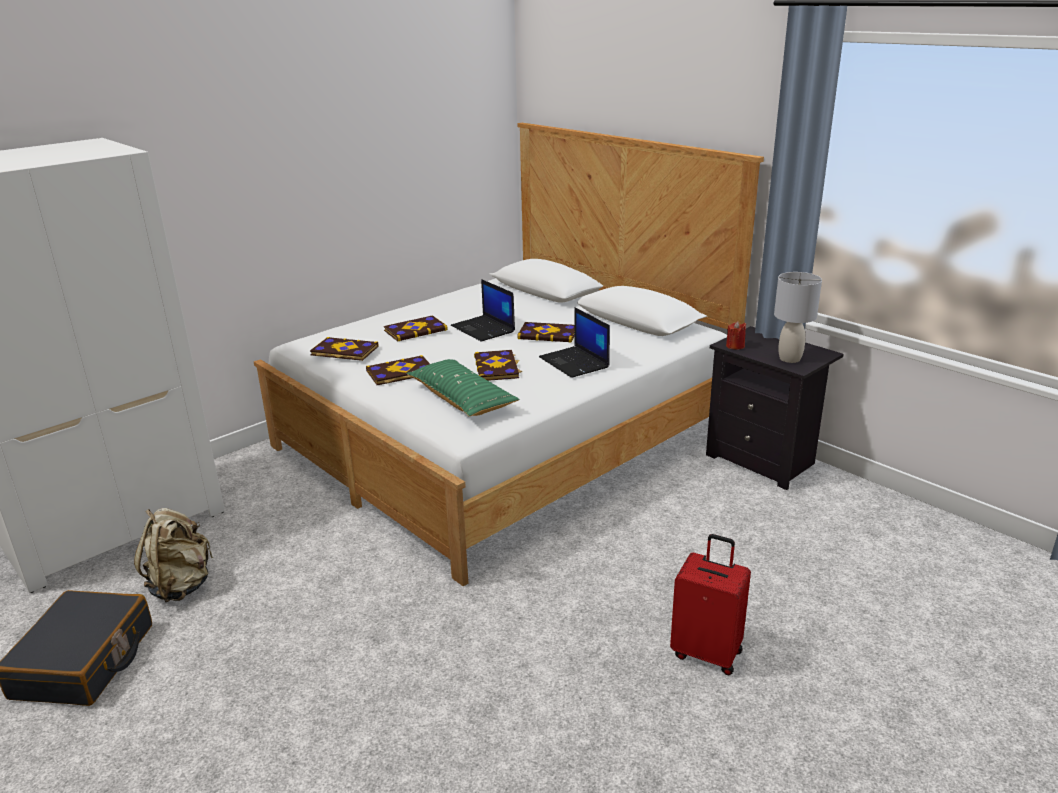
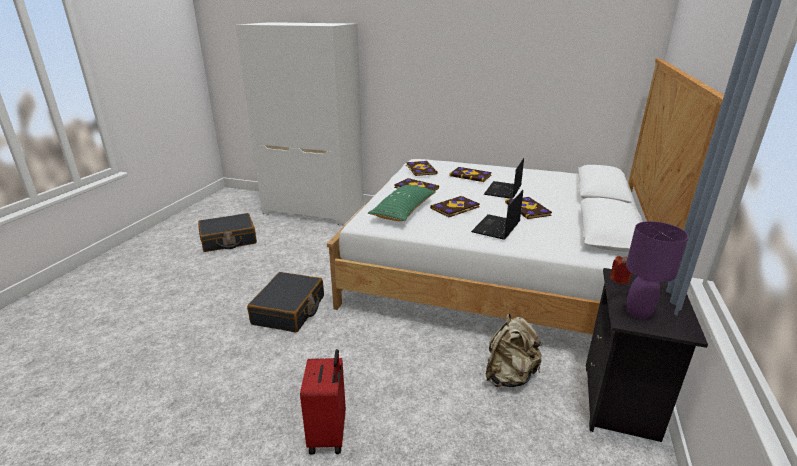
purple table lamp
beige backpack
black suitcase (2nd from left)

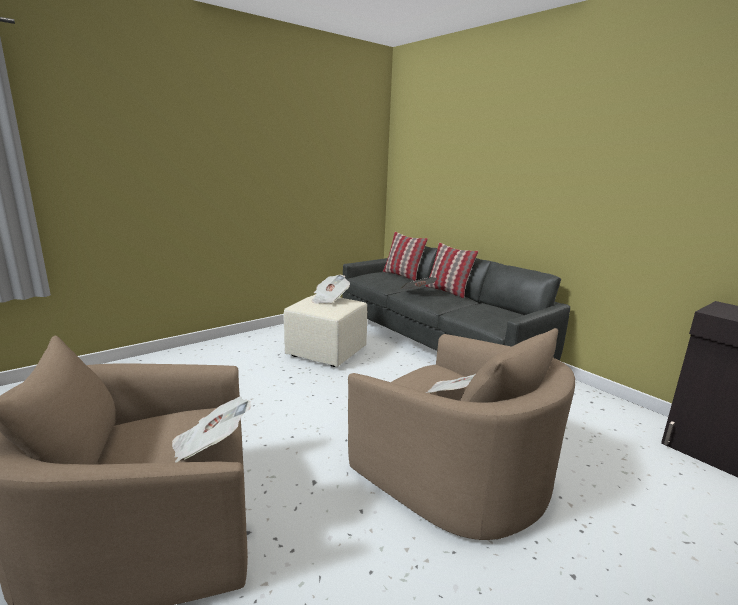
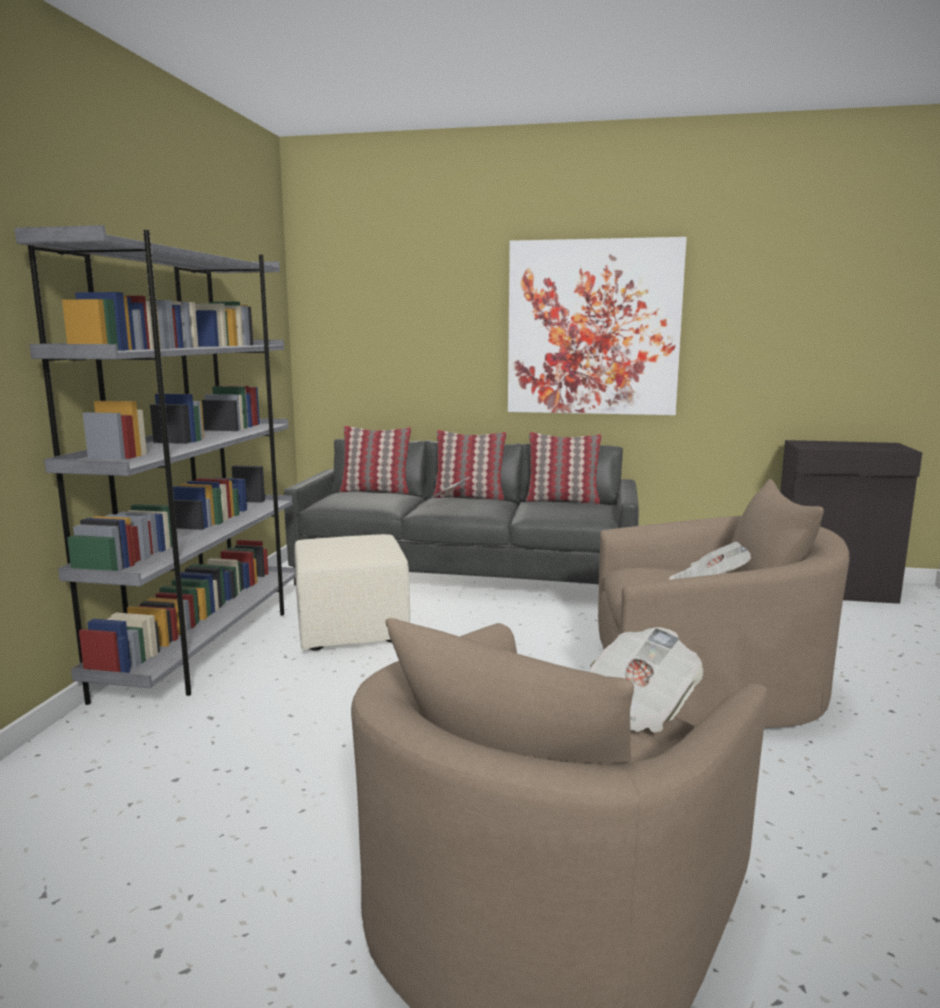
newspaper (2nd from left in the first image)
grey bookcase
picture
pillow (3rd from left)

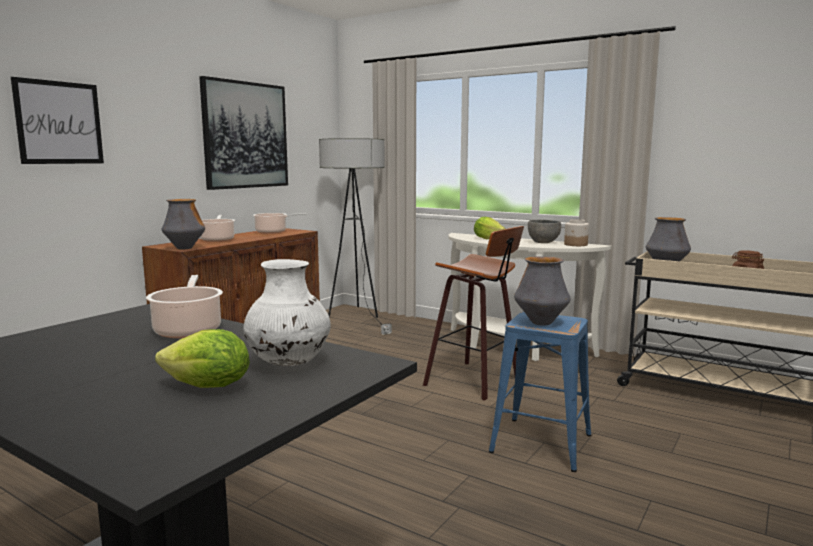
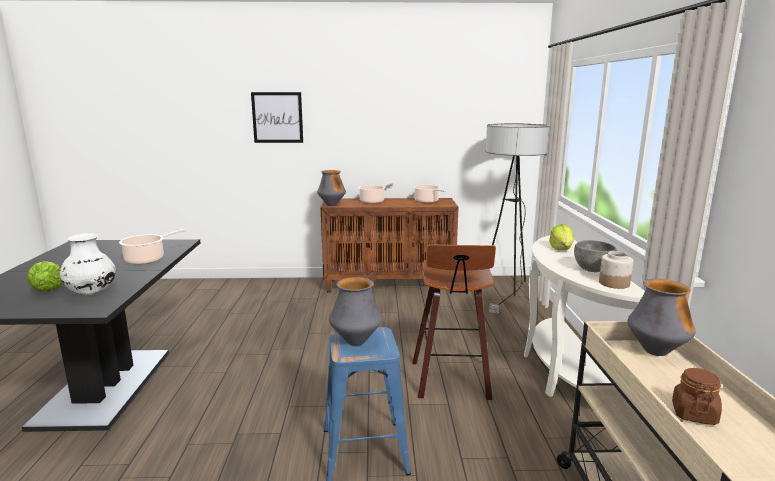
picture (2nd from left in the first image)

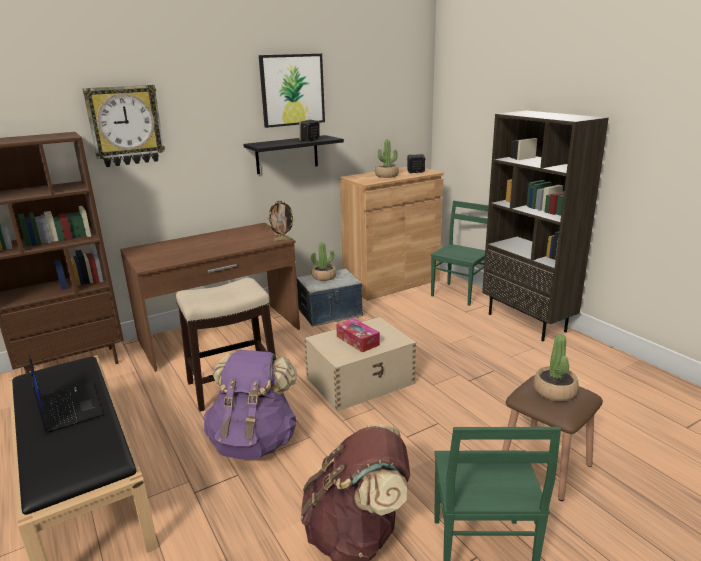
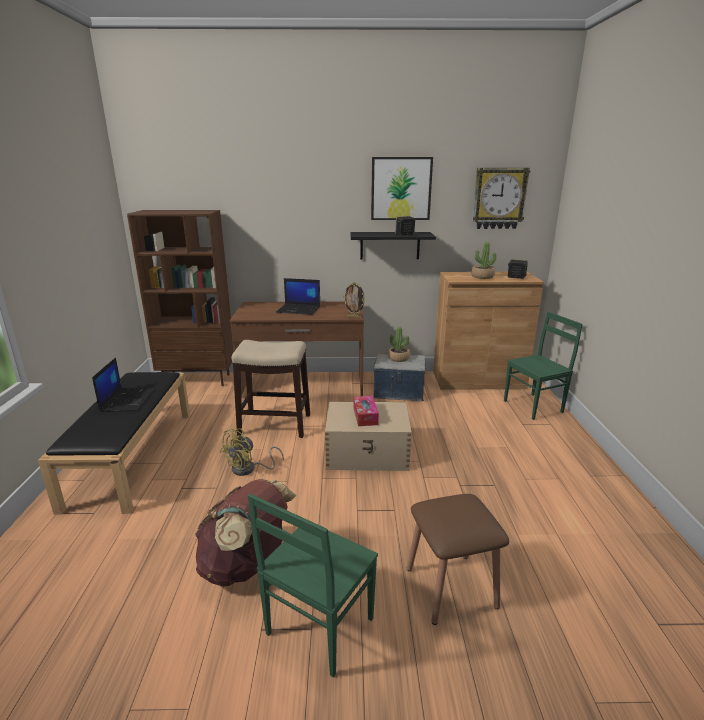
wall clock
brown bookcase (2nd from left in the first image)
potted plant (3rd from left in the first image)
yellow fan
laptop (2nd from left)

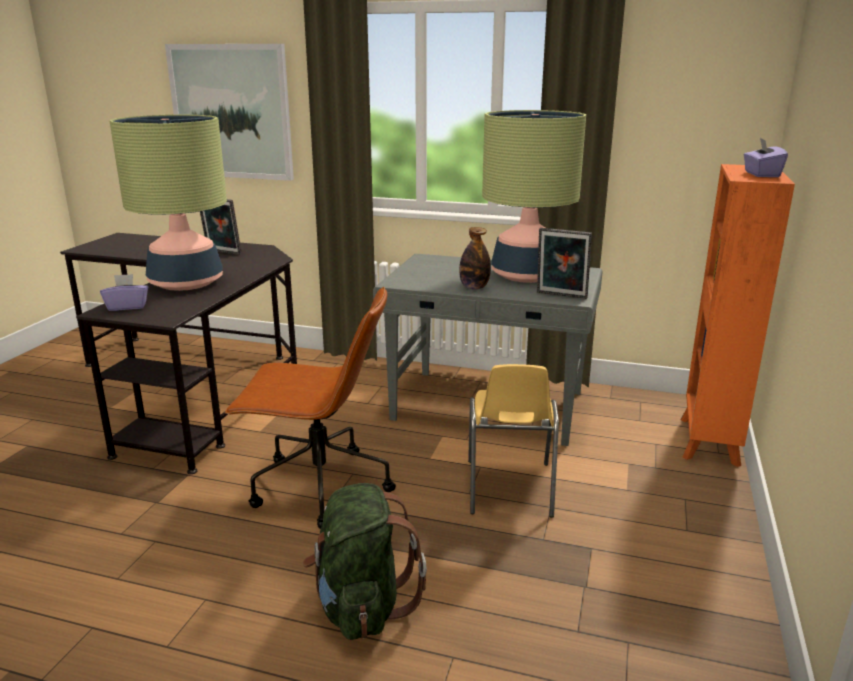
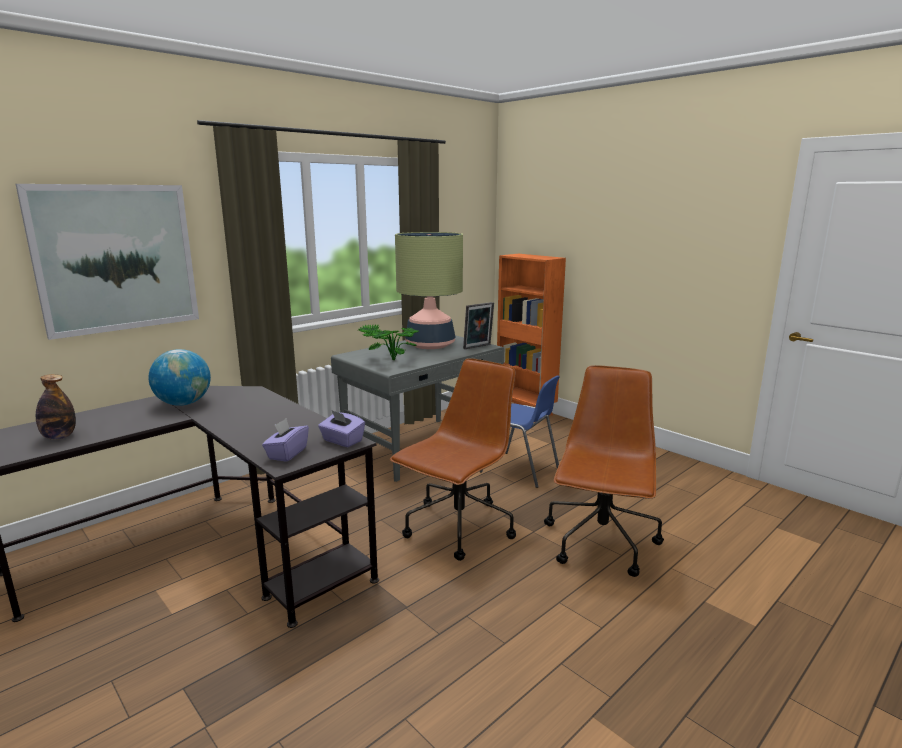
table lamp (1st from left in the first image)
purple tissue box (2nd from left)
globe
bottle
blue chair
brown office chair (2nd from left)
potted plant

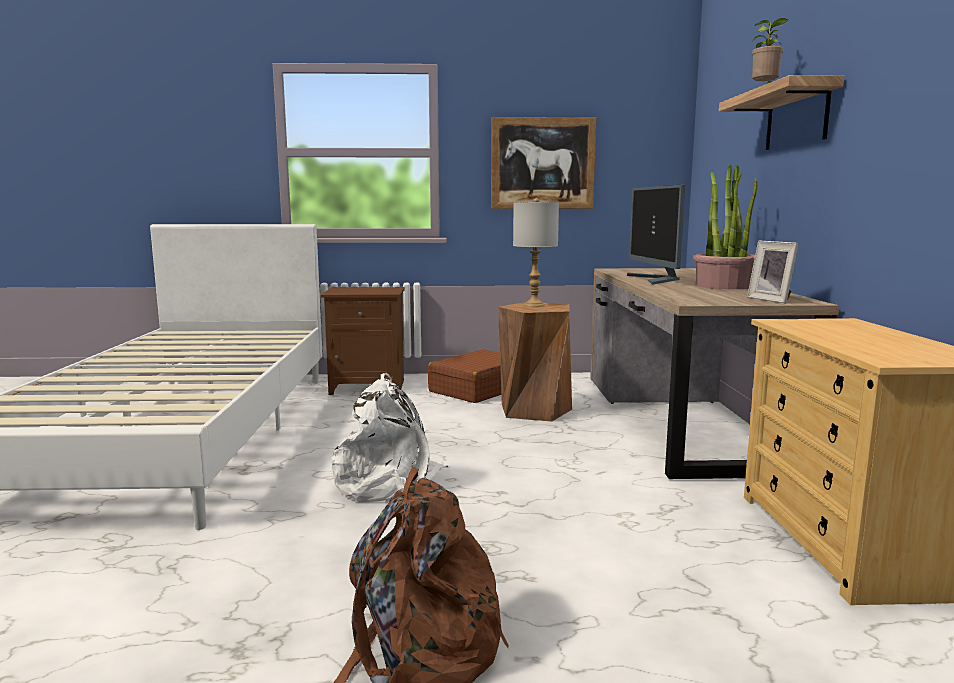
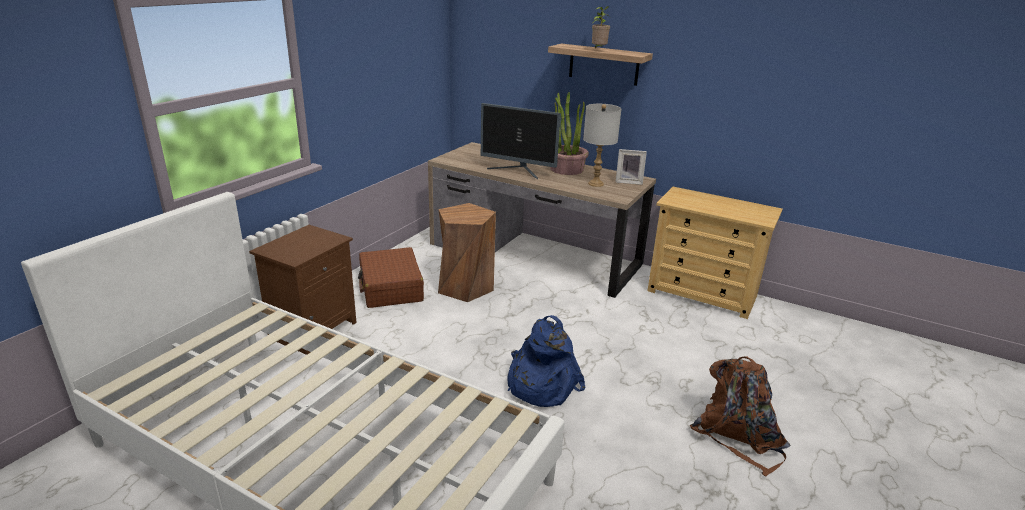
picture
grey table lamp
blue backpack

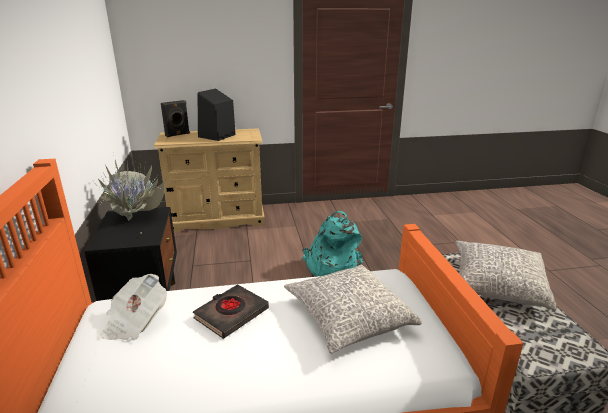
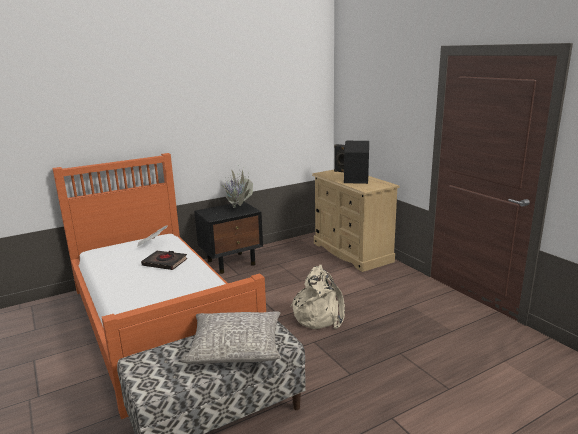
beige backpack
grey pillow (1st from left in the first image)

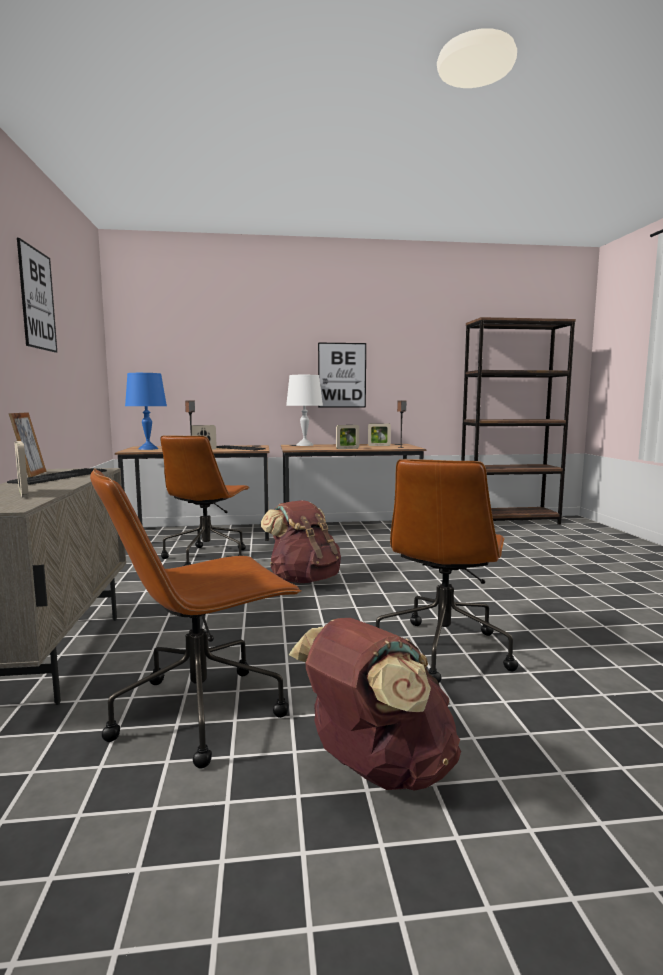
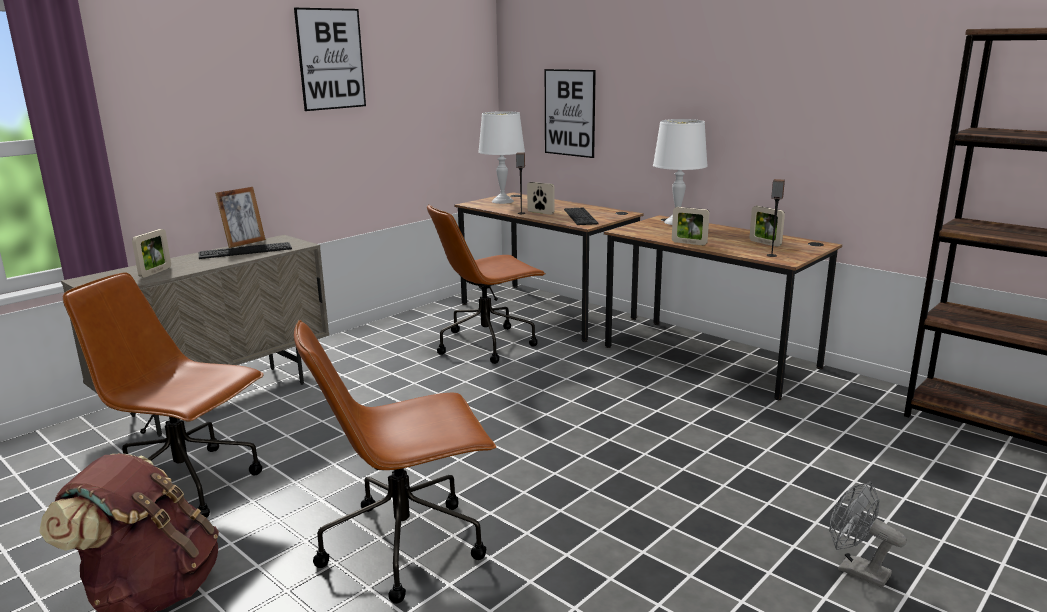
picture (2nd from left)
white table lamp (1st from left)
brown backpack (1st from left in the first image)
grey fan

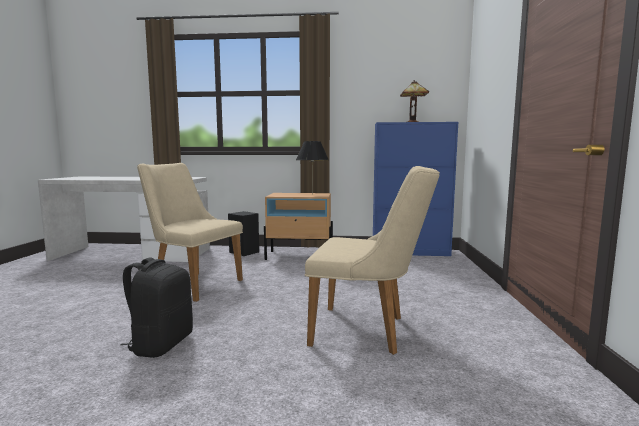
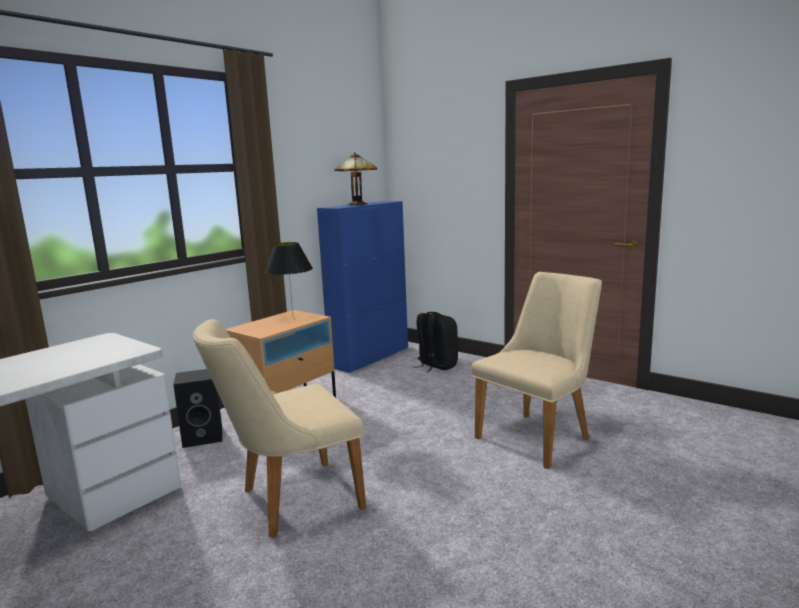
black backpack

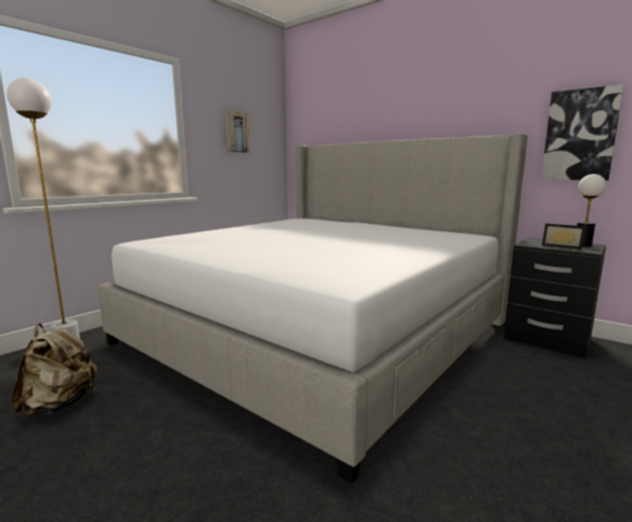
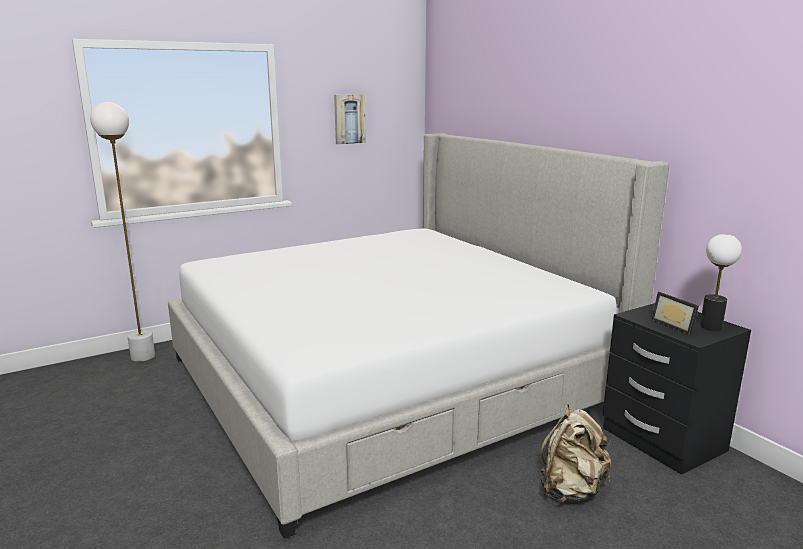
picture (2nd from left in the first image)
beige backpack

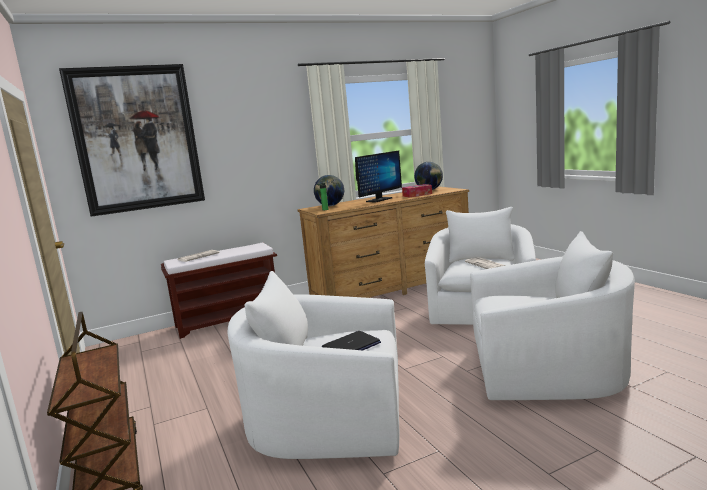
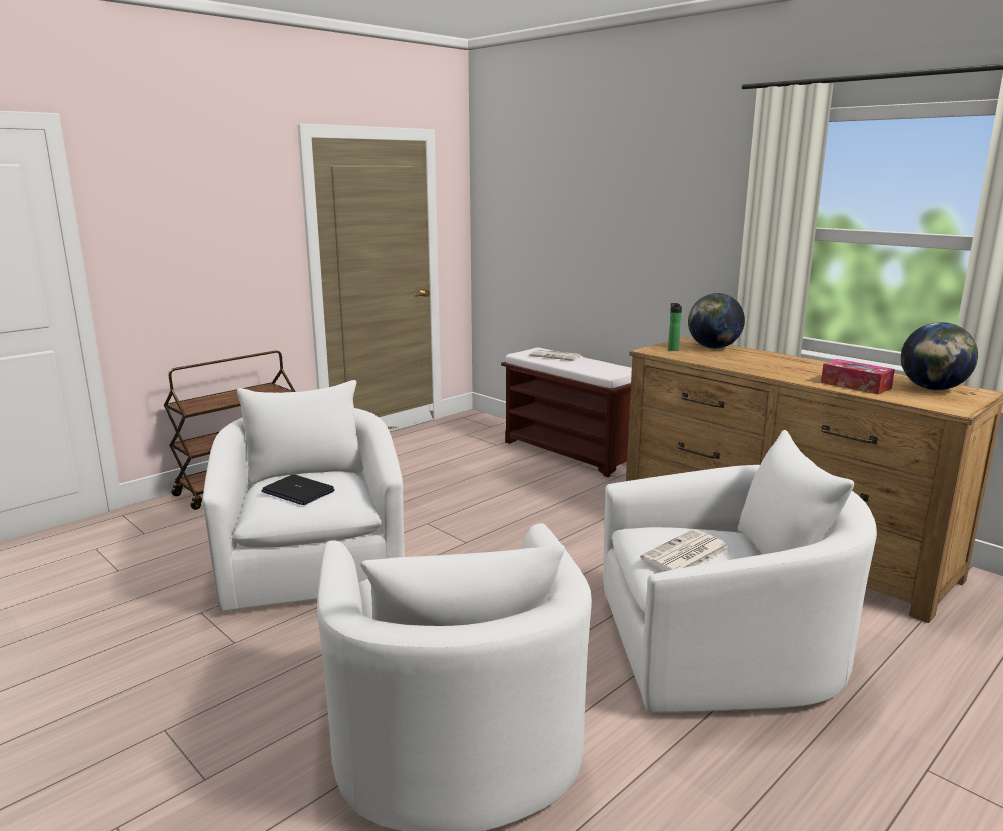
picture
monitor

